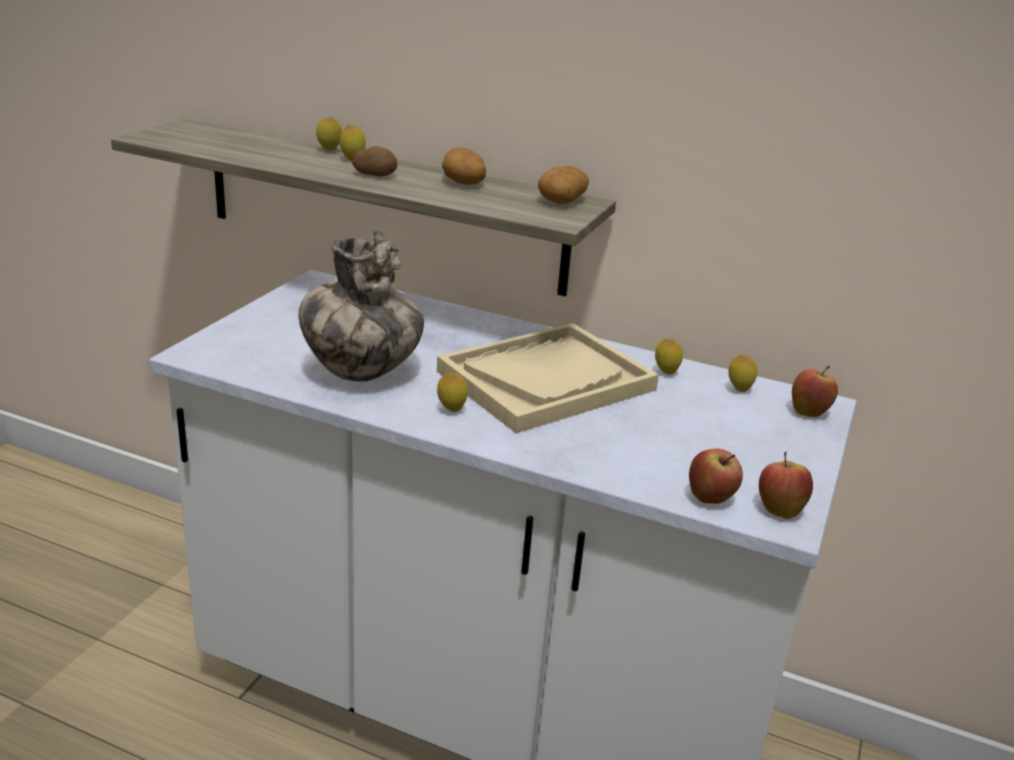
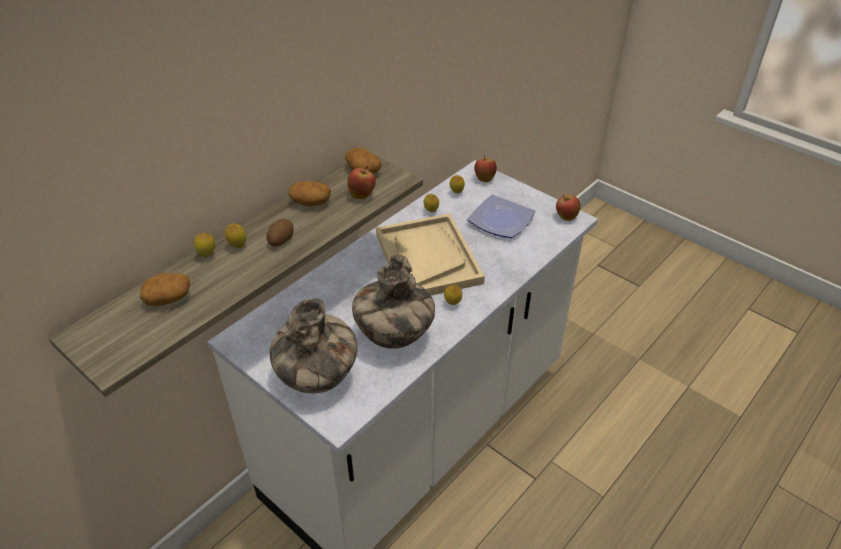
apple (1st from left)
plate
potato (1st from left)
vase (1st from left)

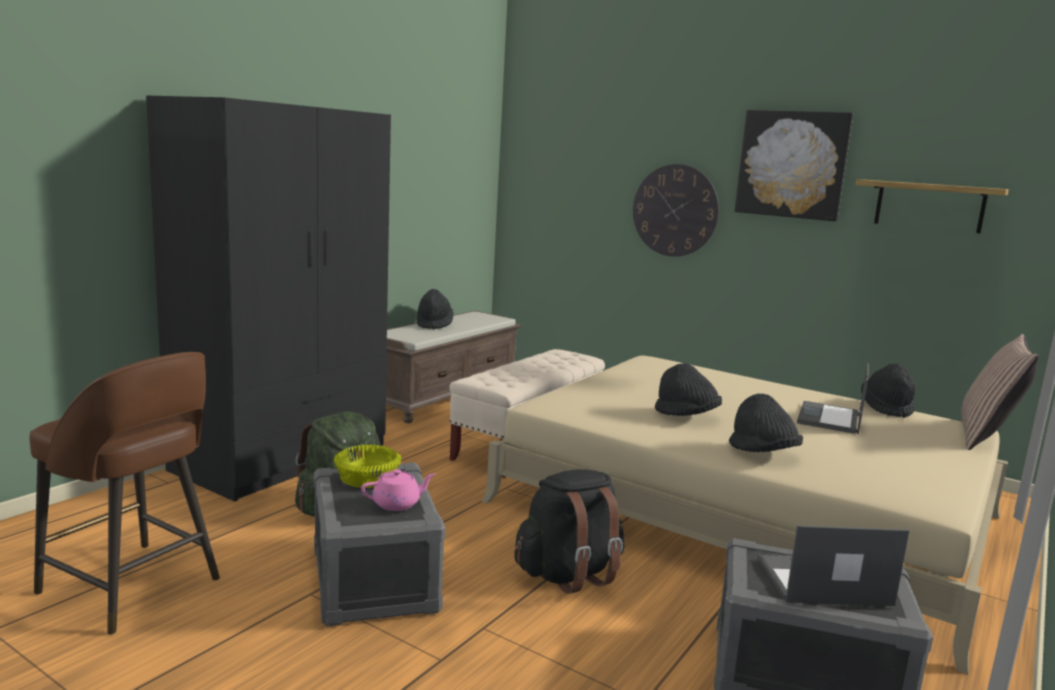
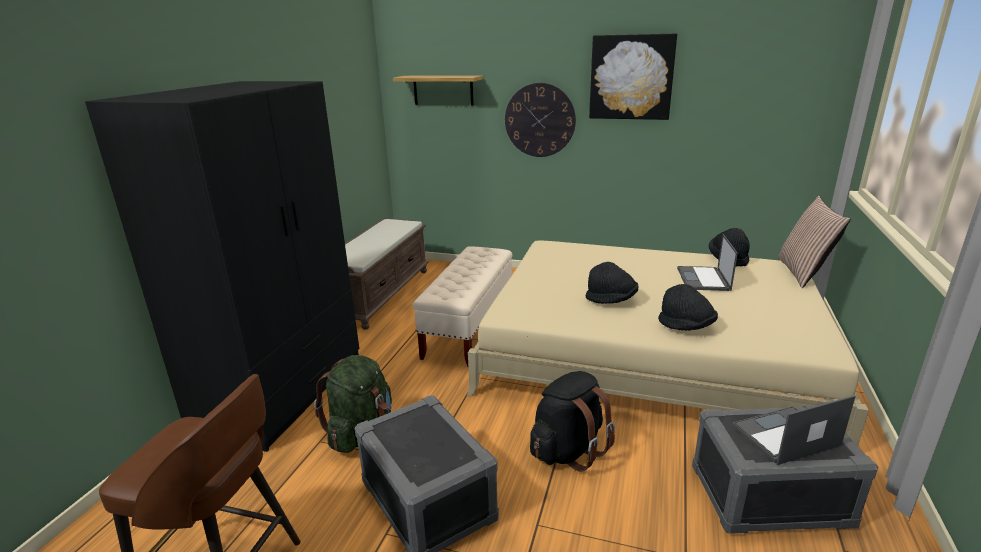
shelf
black hat (1st from left in the first image)
yellow bowl
pink teapot

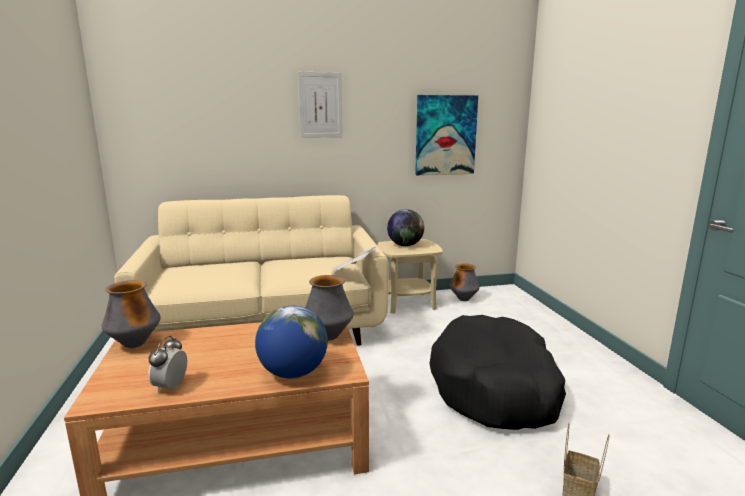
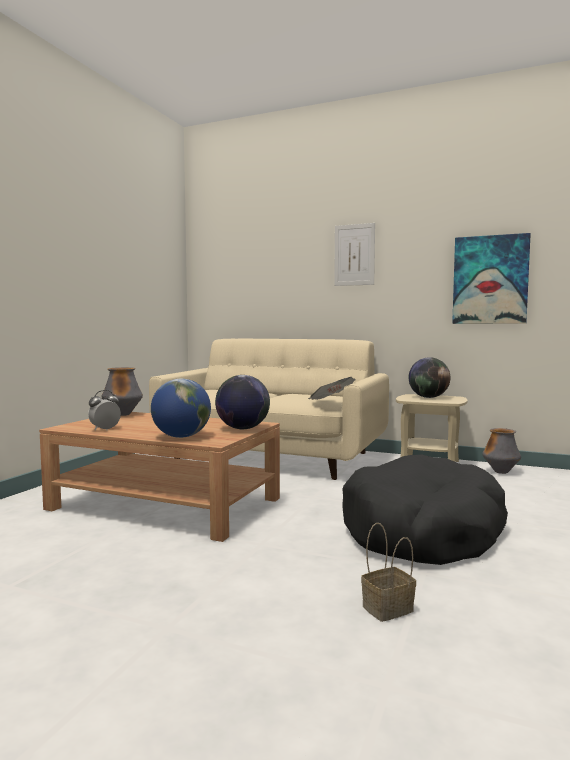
globe (2nd from left)

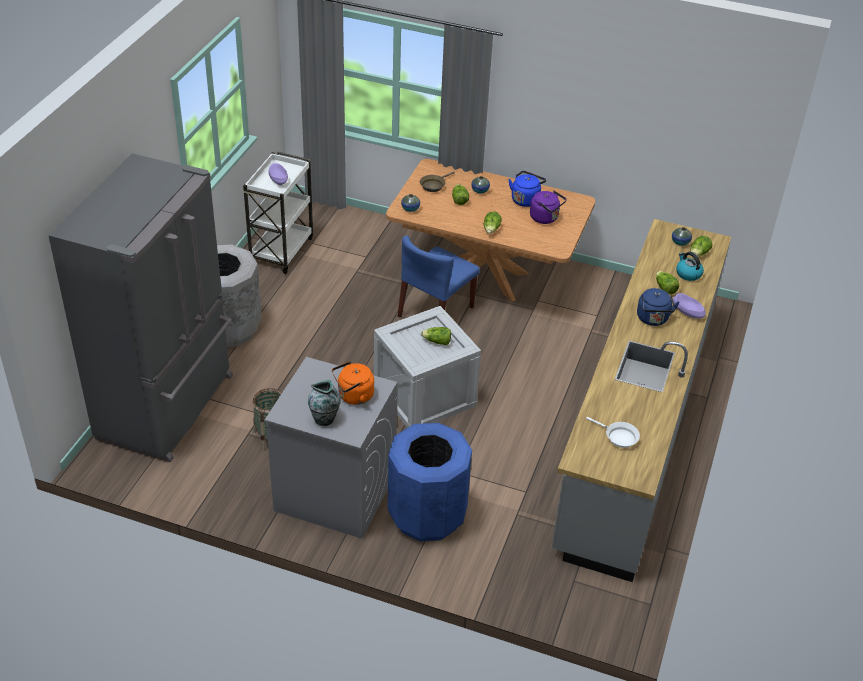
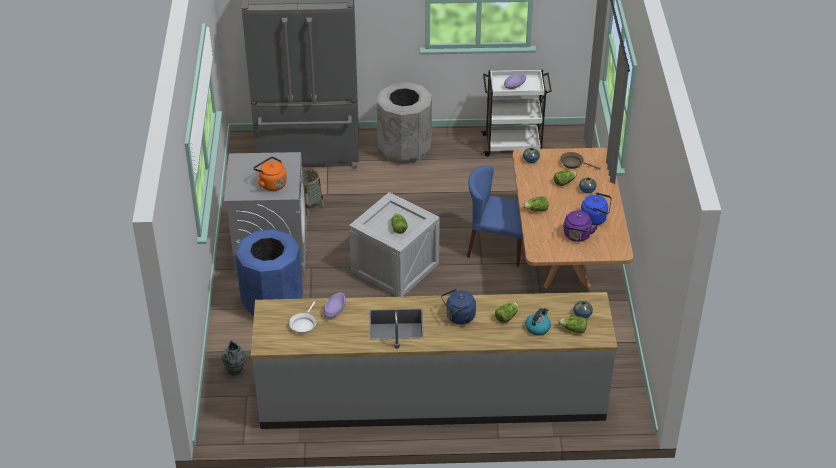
purple bowl (1st from left)
vase (1st from left)

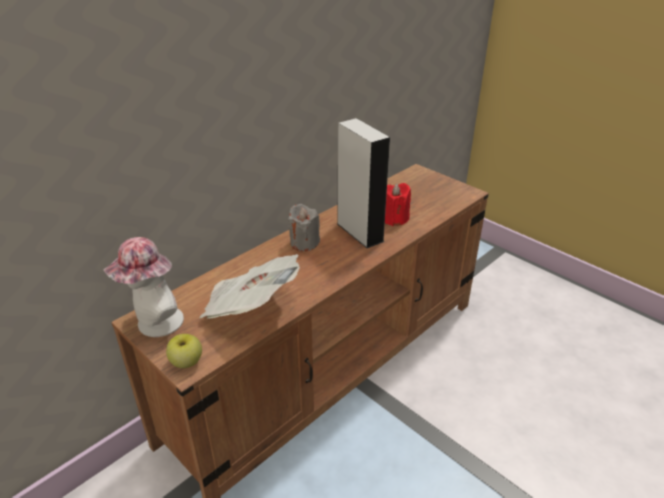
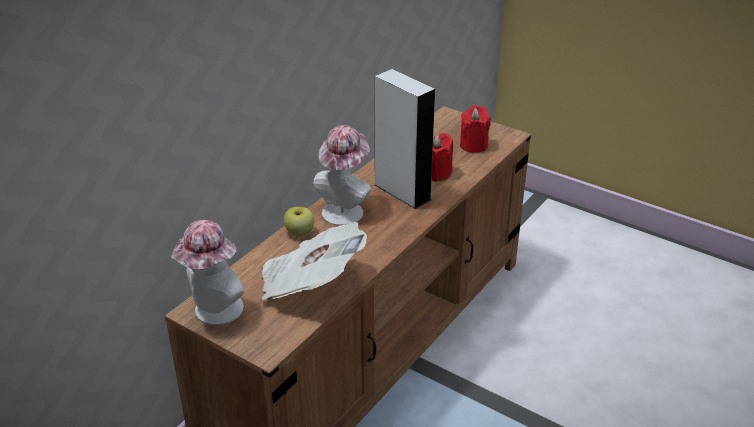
hat (2nd from left)
apple
red candle (2nd from left)

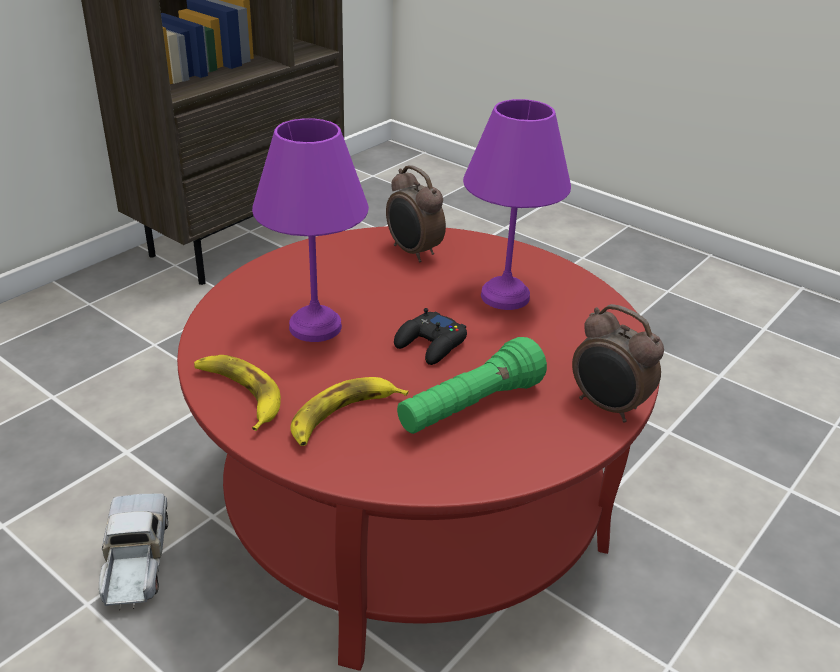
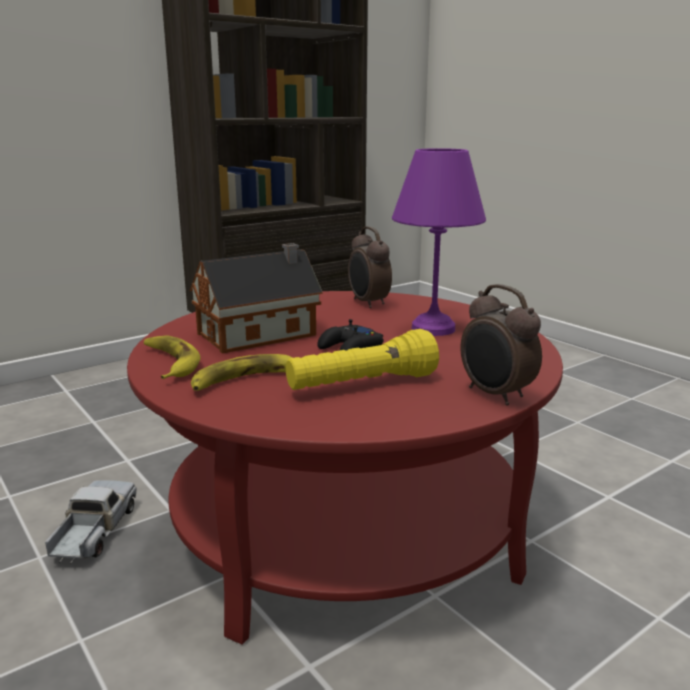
toy house
yellow flashlight

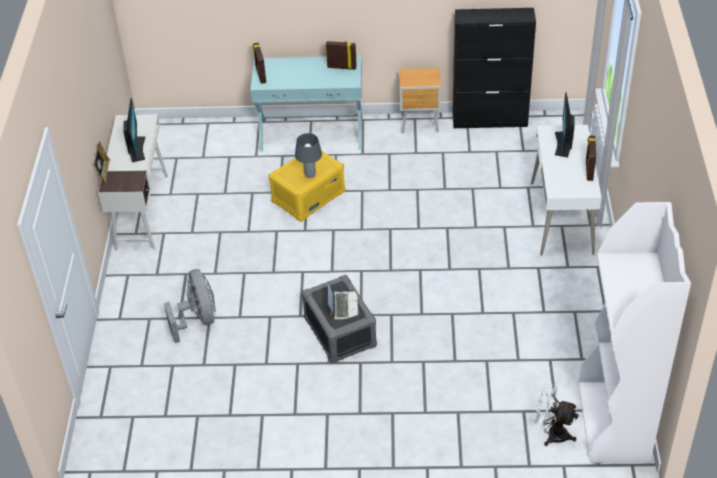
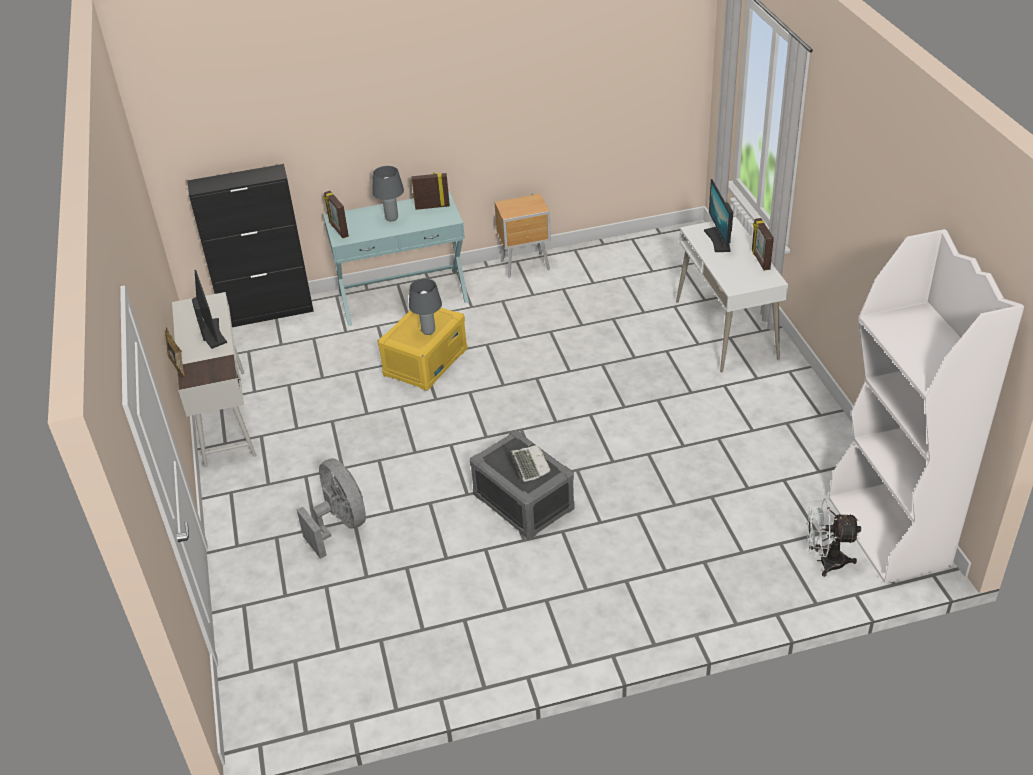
black cabinet
grey table lamp (1st from left)

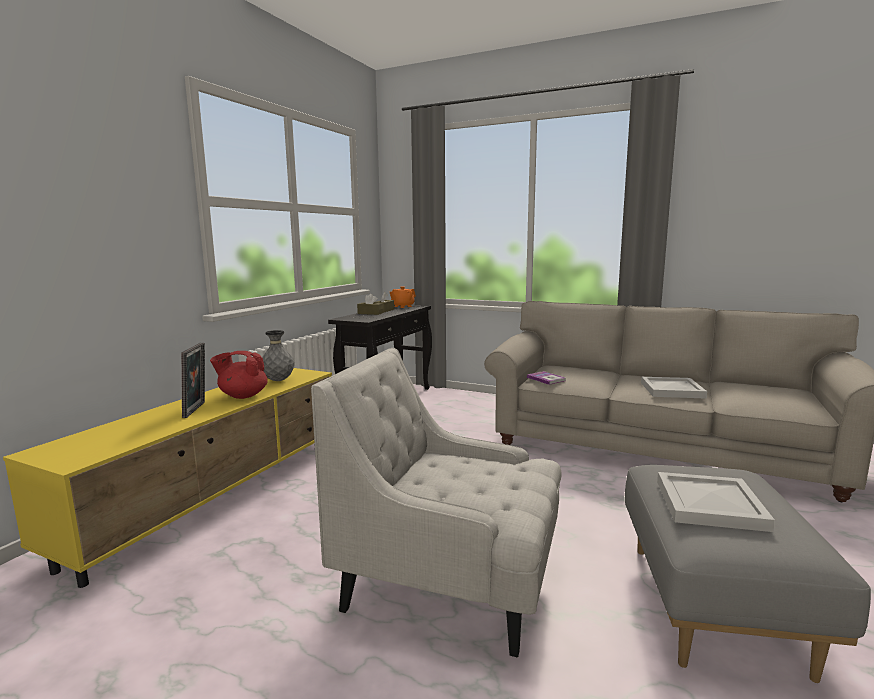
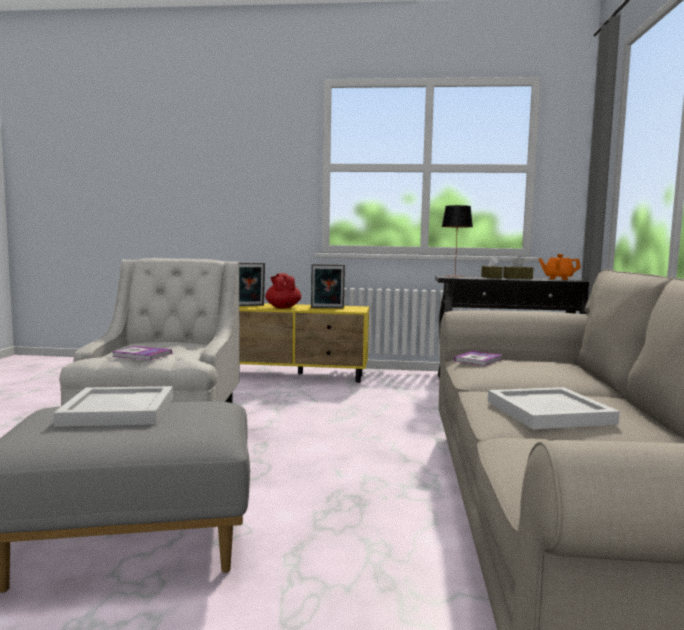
picture frame (2nd from left)
table lamp
book (1st from left)

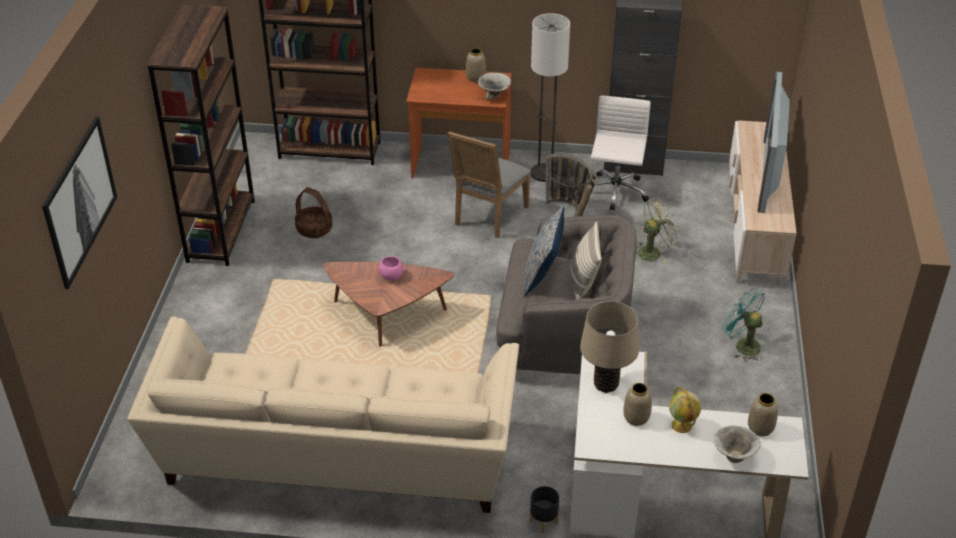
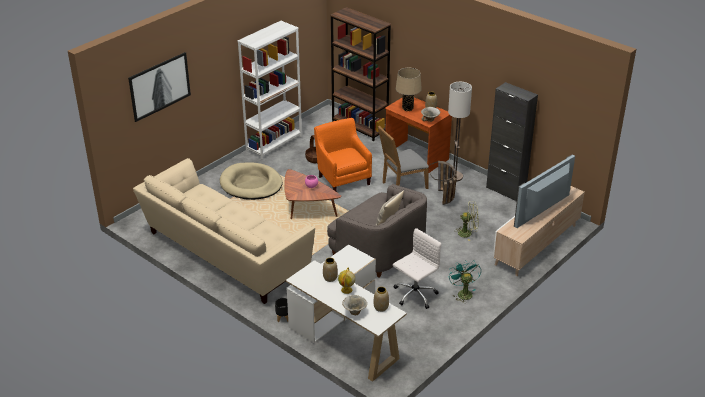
white bookcase
white office chair
pillow (1st from left in the first image)
beige table lamp
orange armchair
beige dog bed

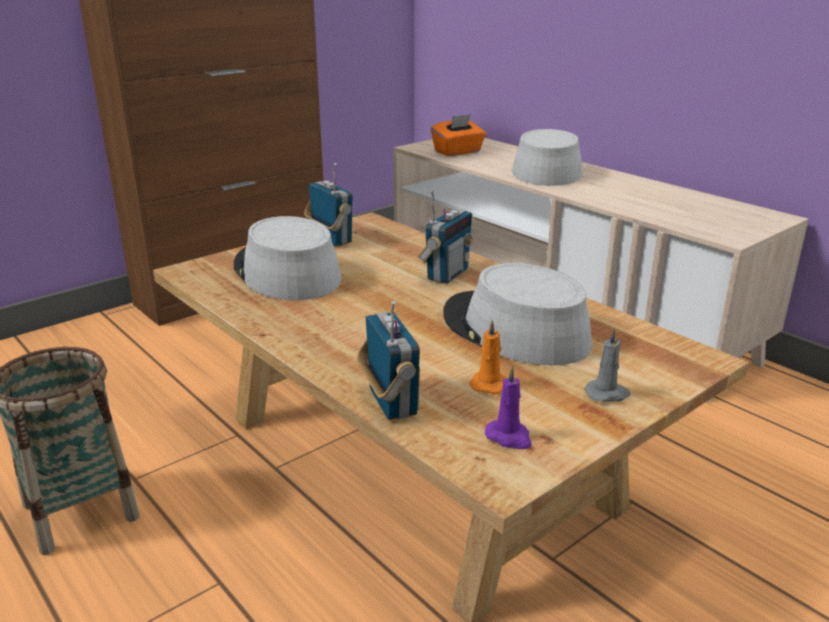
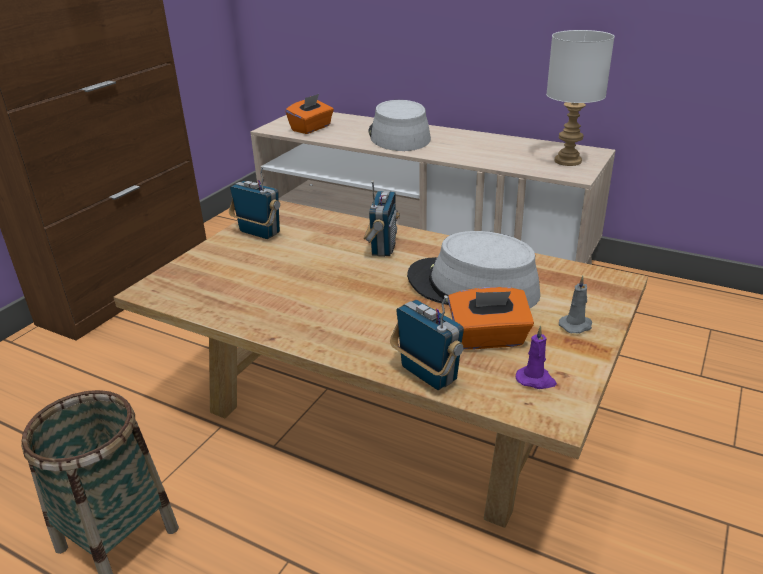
grey hat (1st from left in the first image)
orange tissue box (2nd from left)
white table lamp

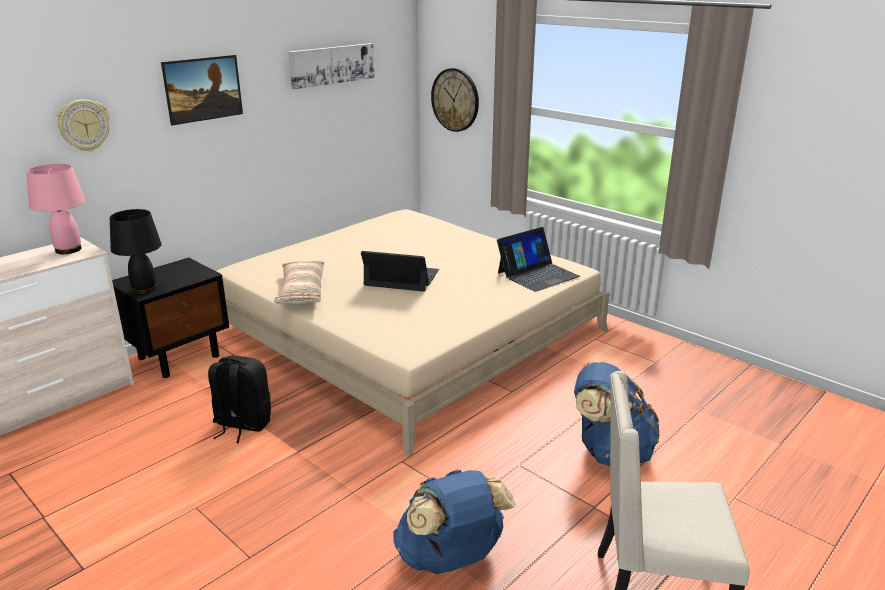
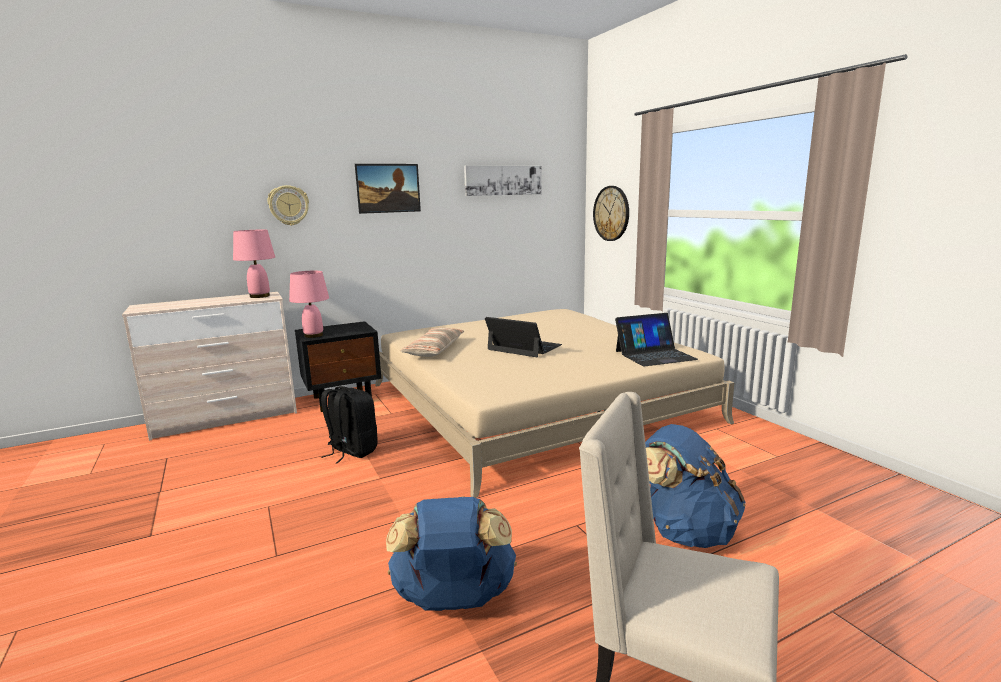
pink table lamp (2nd from left)

